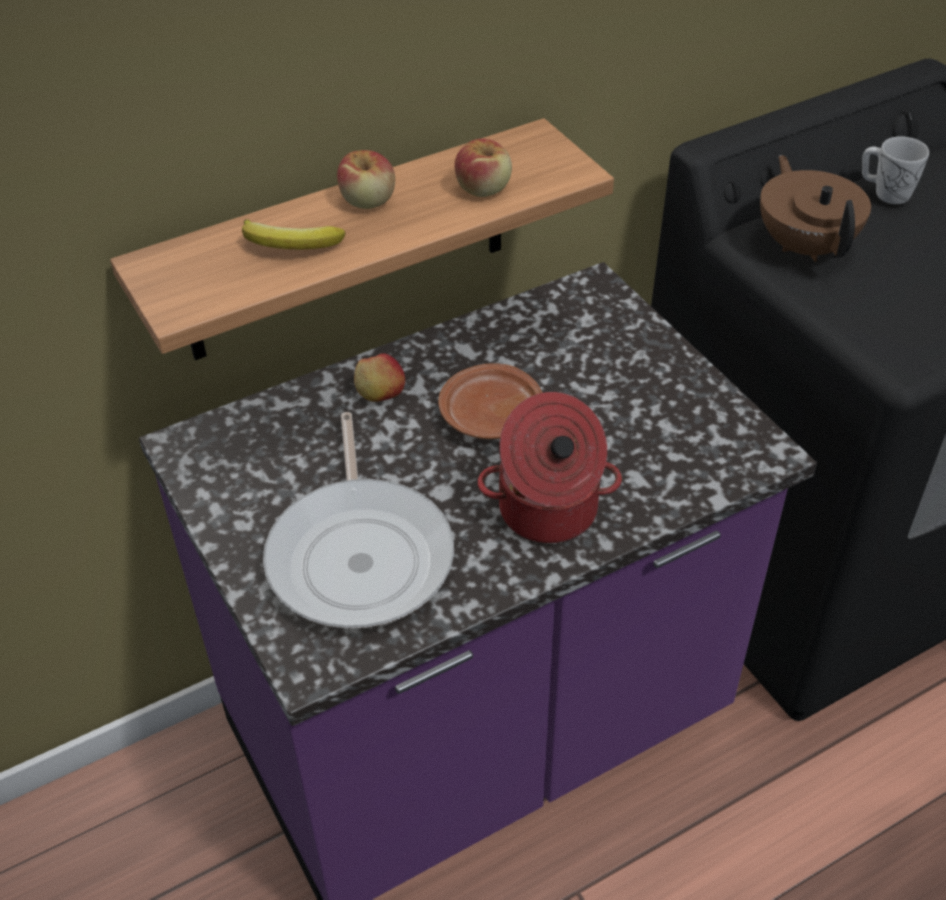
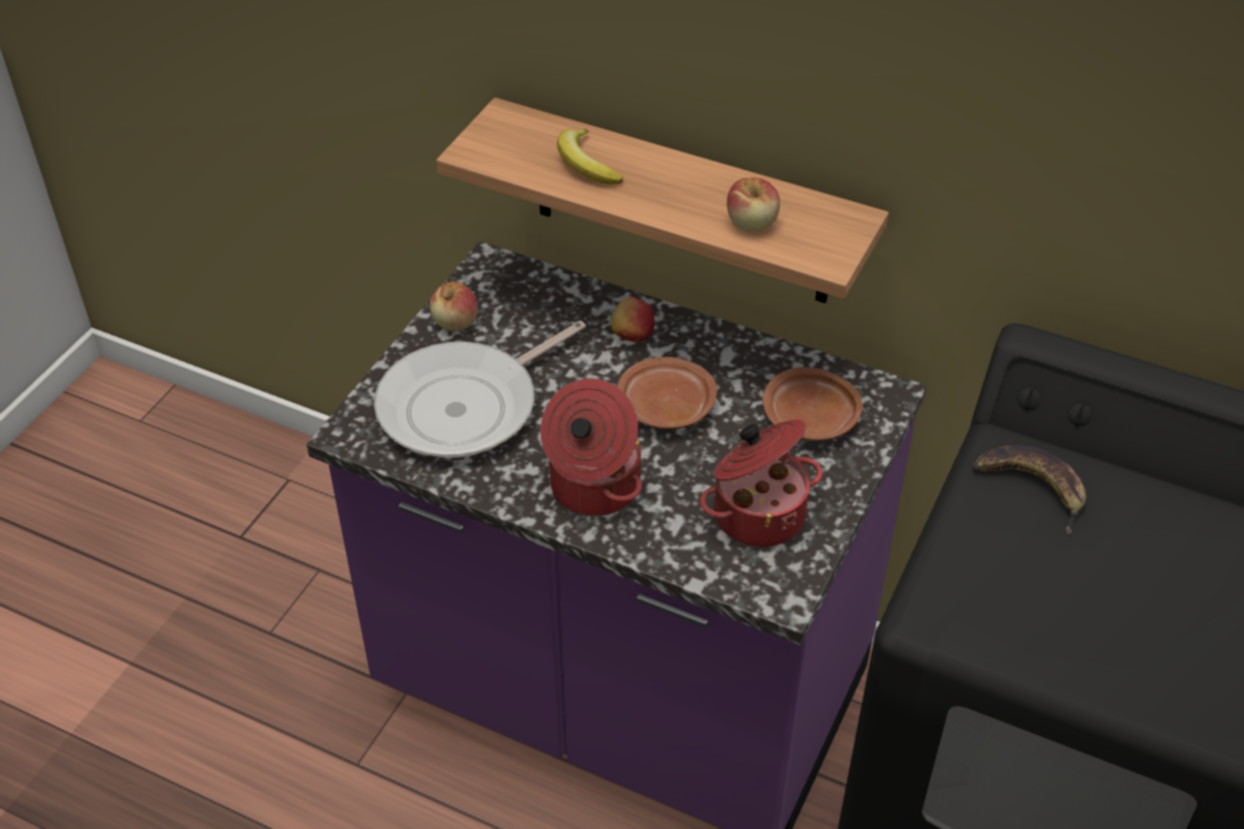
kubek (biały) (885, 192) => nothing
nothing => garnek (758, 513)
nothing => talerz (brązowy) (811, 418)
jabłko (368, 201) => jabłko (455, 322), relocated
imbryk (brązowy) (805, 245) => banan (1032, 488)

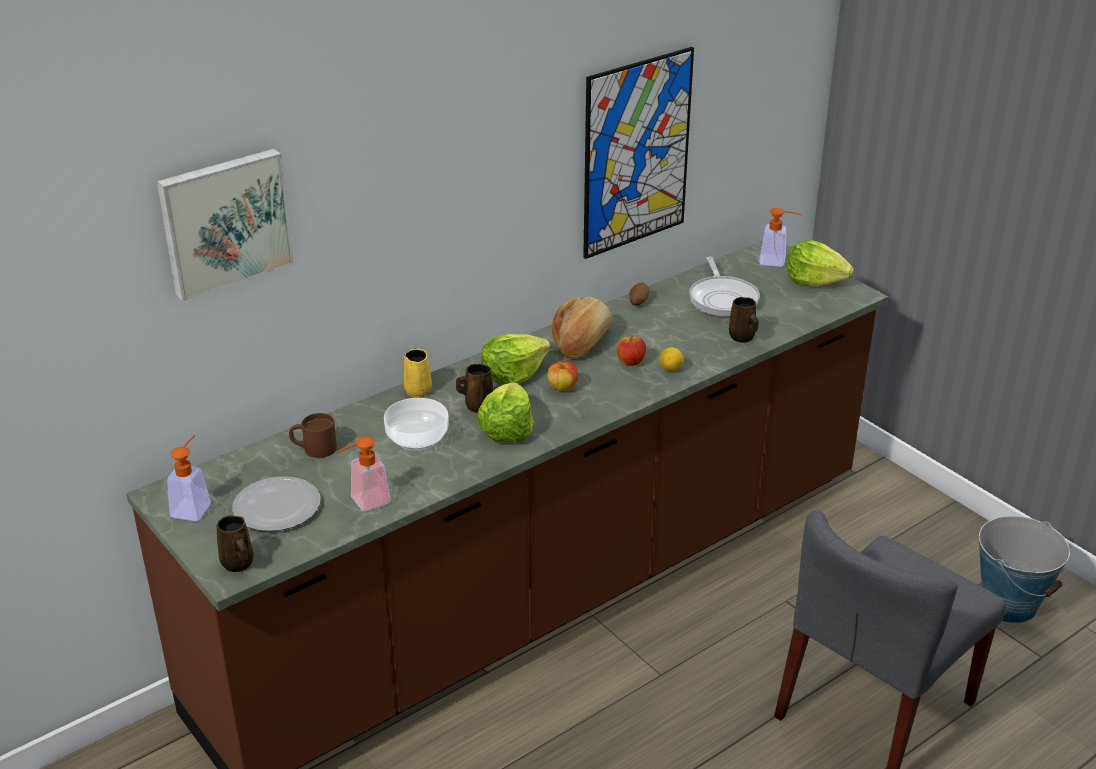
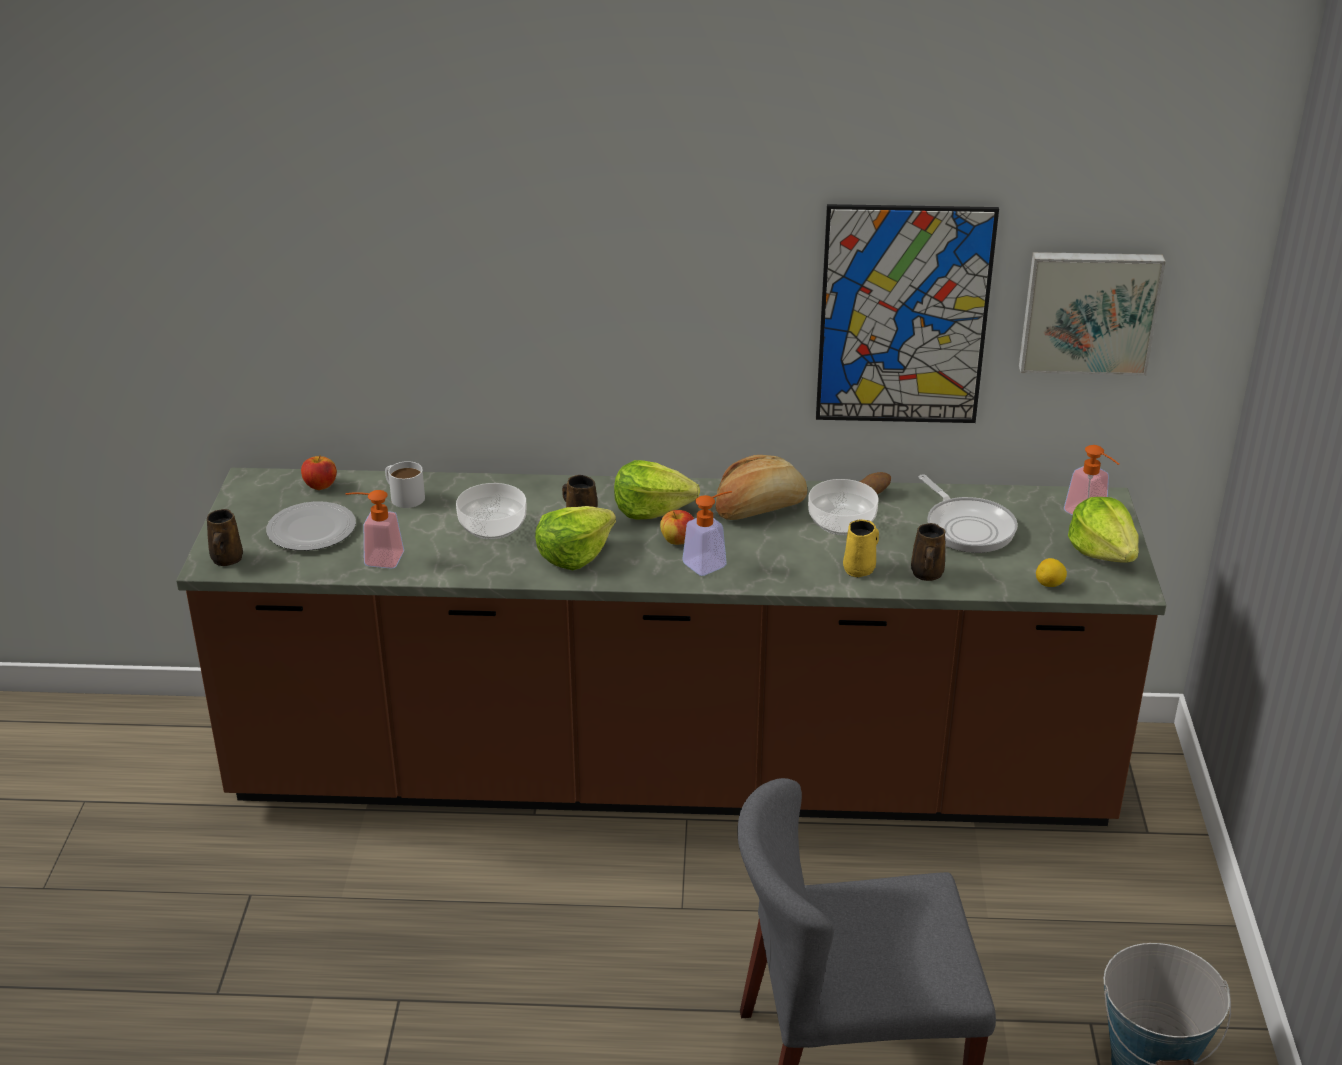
nothing => miska (842, 522)
obraz (224, 221) => obraz (1089, 311), relocated
dozownik mydła (194, 506) => dozownik mydła (710, 562), relocated
kubek (żółty) (418, 390) => kubek (żółty) (860, 569), relocated
jabłko (631, 362) => jabłko (320, 486), relocated
cytryna (671, 369) => cytryna (1049, 585), relocated
kubek (brązowy) (313, 448) => kubek (biały) (403, 496)
patelnia (723, 298) => patelnia (967, 527), 60 degrees counterclockwise

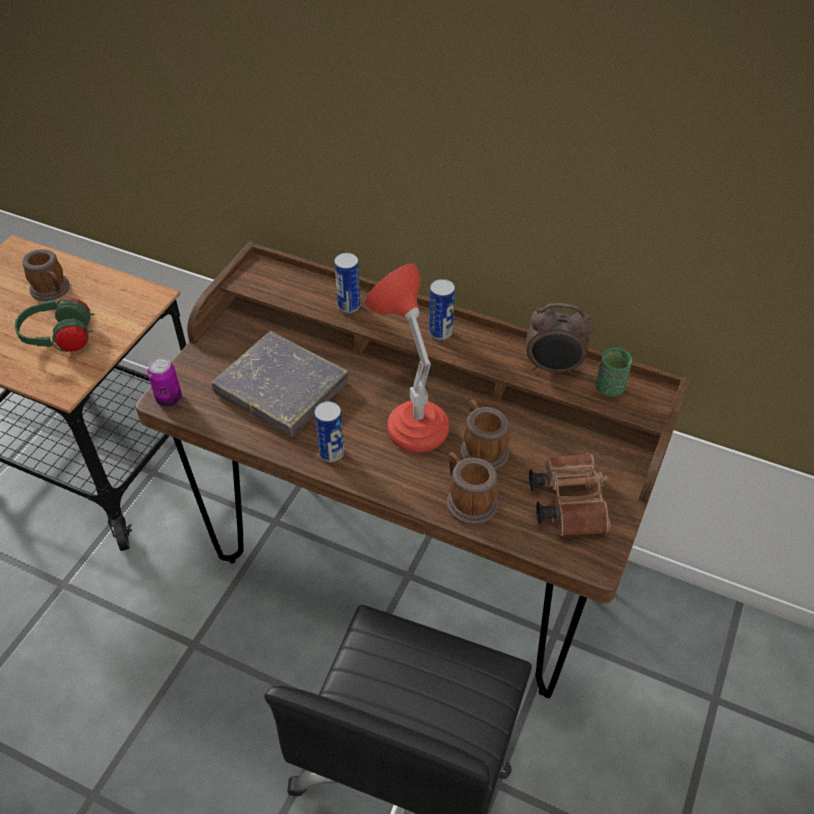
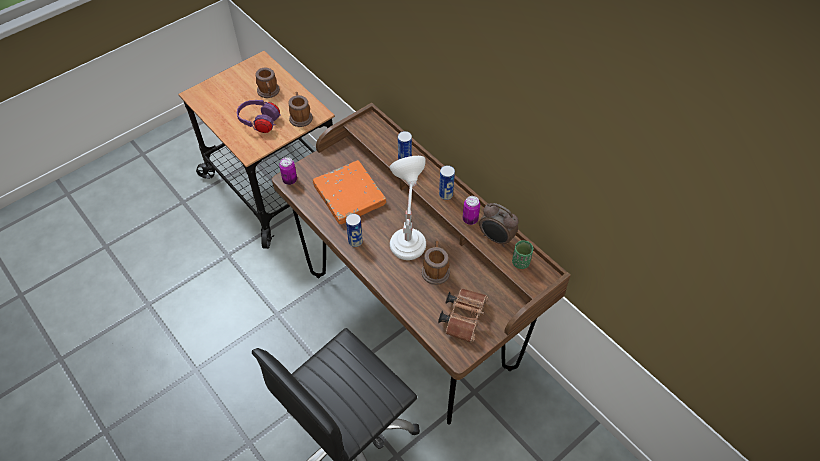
nothing => puszka (470, 219)
kubek (467, 500) => kubek (300, 117), relocated
słuchawki (zielony) (61, 339) => słuchawki (fioletowy) (260, 123)
książka (szary) (281, 388) => książka (pomarańczowy) (349, 195)
lampa stołowa (czerwony) (410, 417) => lampa stołowa (biały) (408, 236)

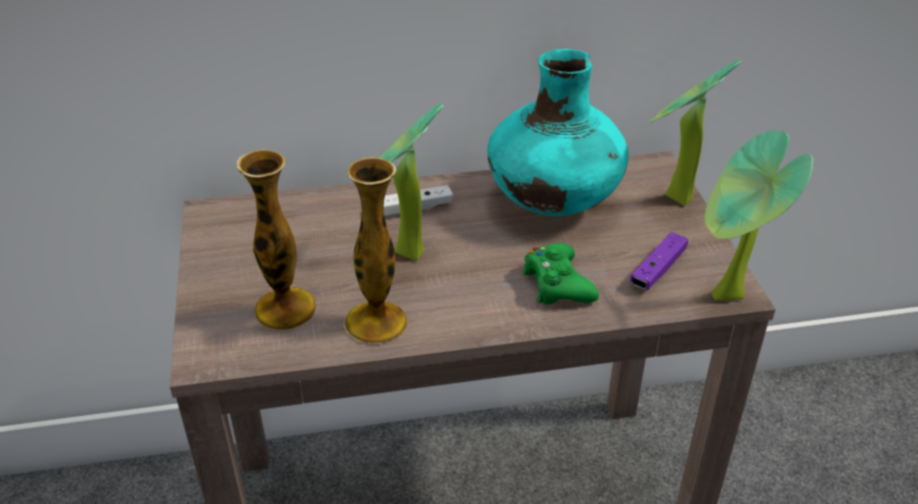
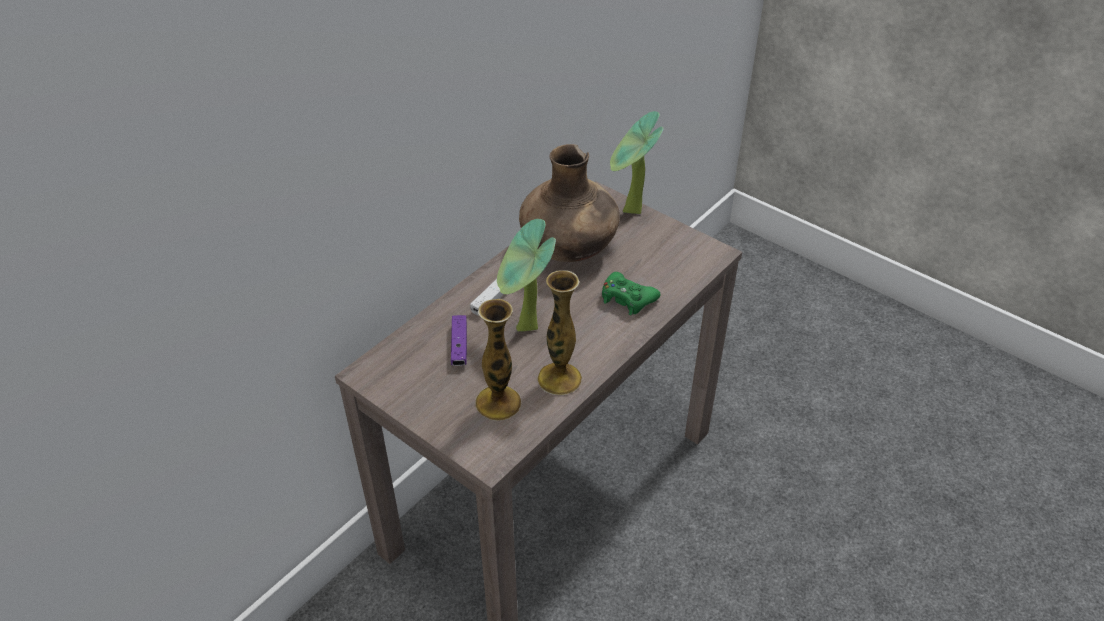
roślina doniczkowa (726, 300) => nothing
pad do gier (fioletowy) (658, 270) => pad do gier (fioletowy) (459, 346), relocated
wazon (turkusowy) (553, 203) => wazon (brązowy) (569, 250)

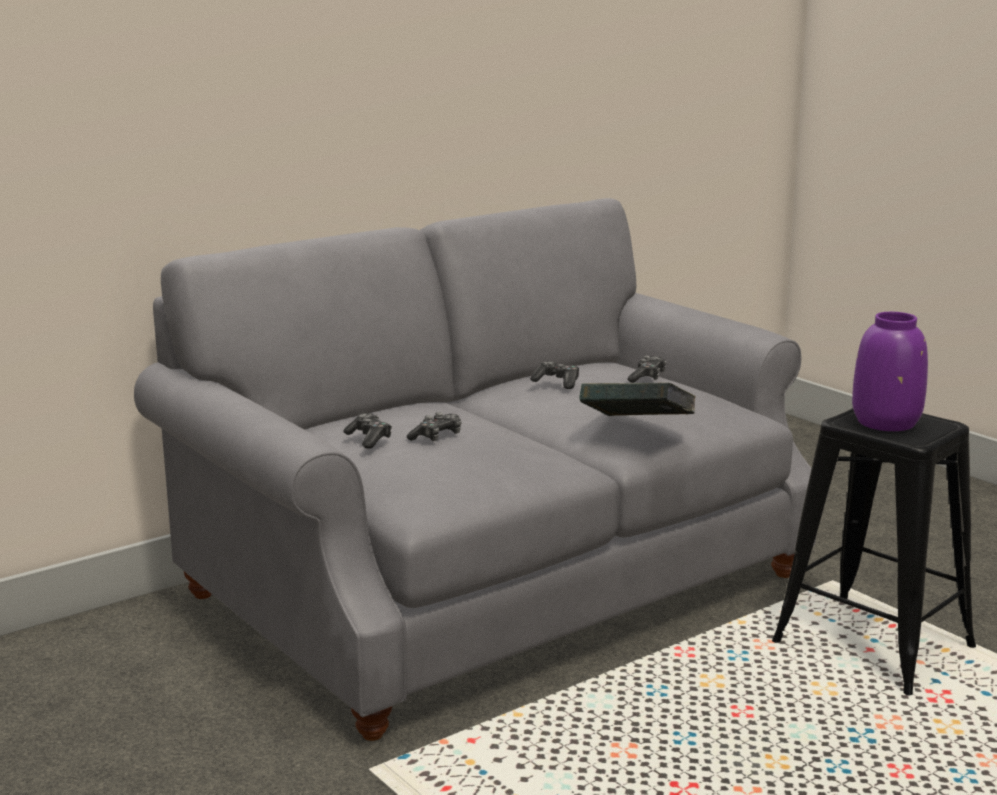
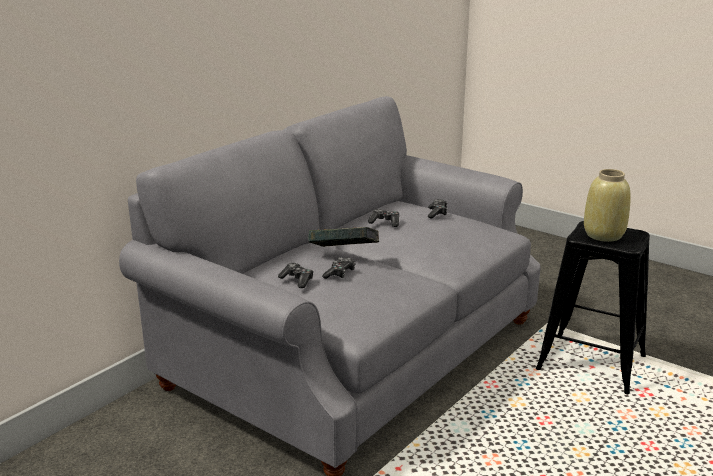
książka (636, 429) => książka (344, 255), relocated
wazon (fioletowy) (885, 423) => wazon (beżowy) (603, 235)

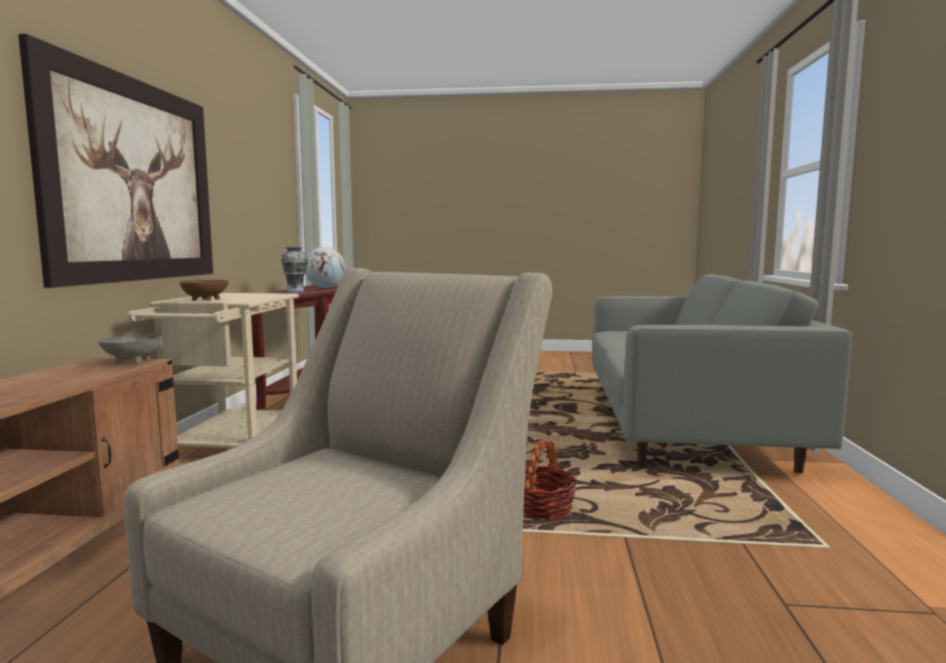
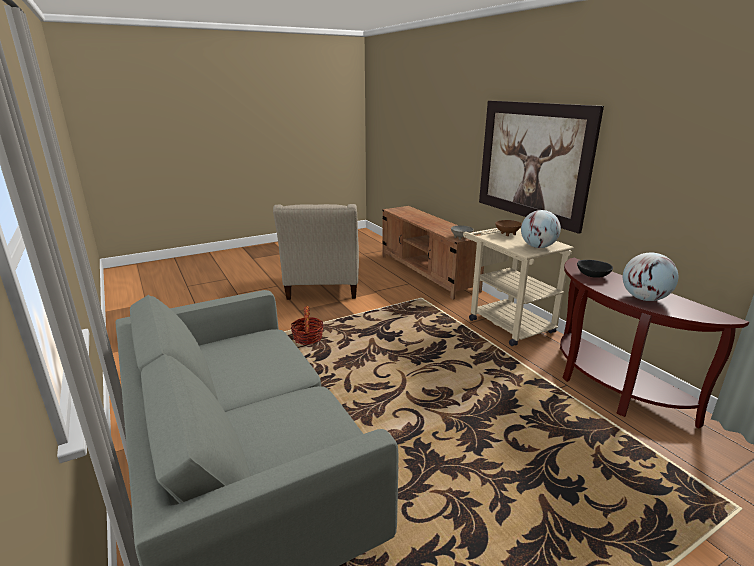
nothing => globus (538, 247)
wazon (295, 292) => miska (czarny) (593, 275)

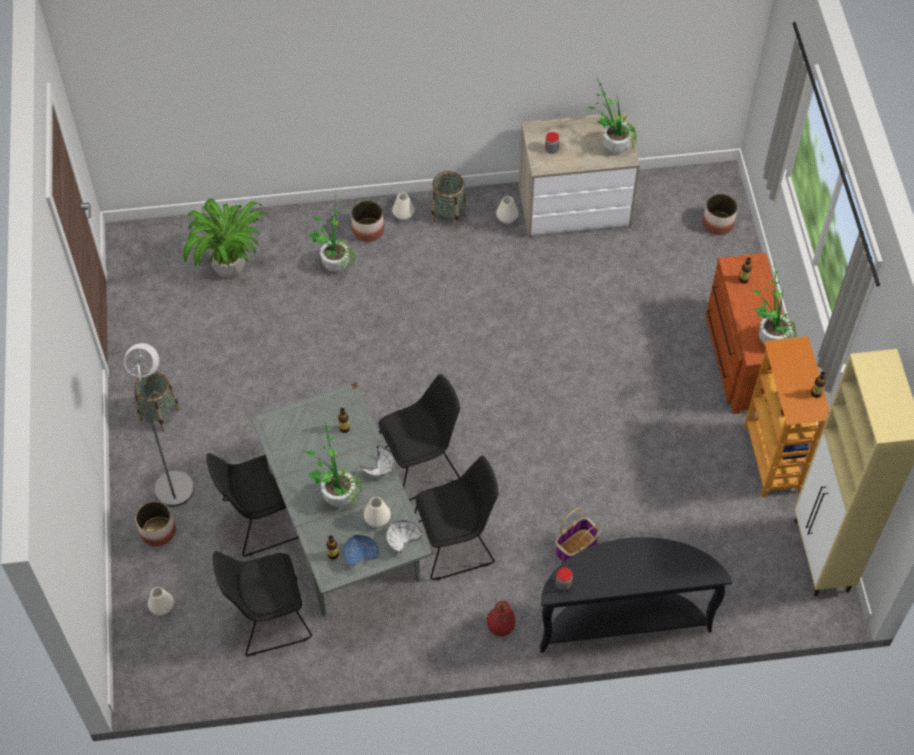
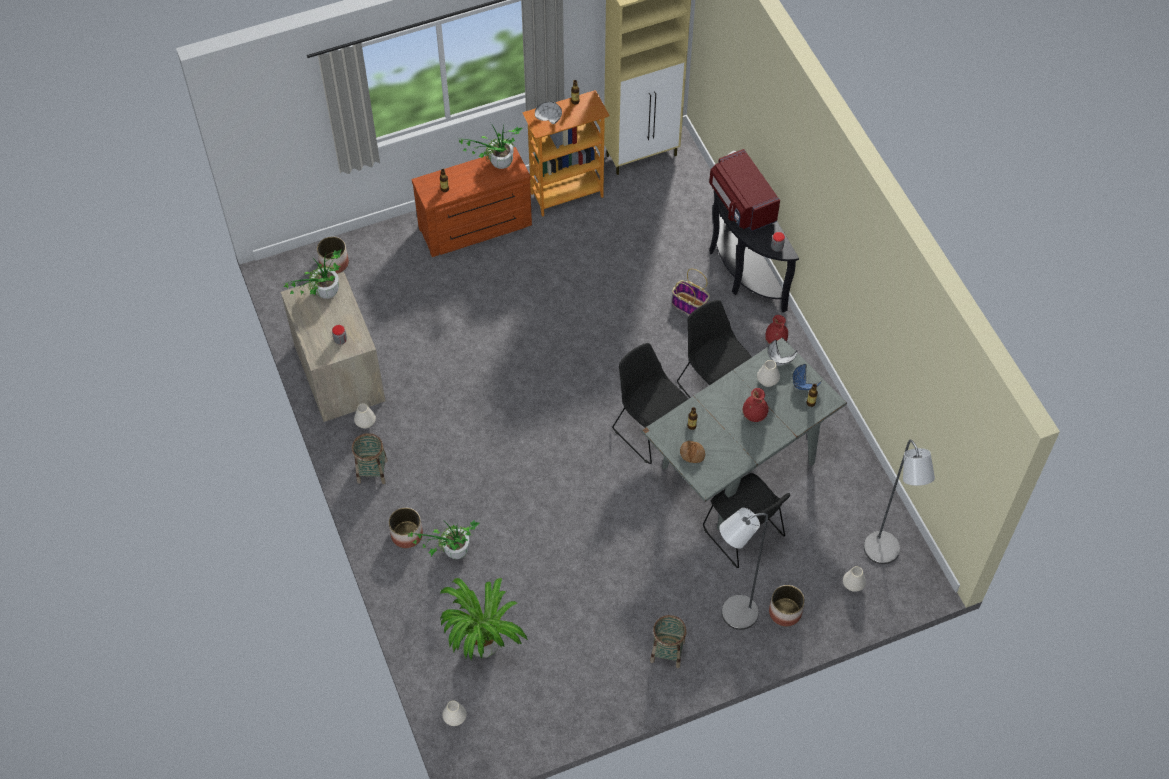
krzesło (czarny) (267, 617) => nothing
nothing => chleb (692, 453)
nothing => mikrofalówka (czerwony) (741, 204)
nothing => lampa stojąca (szary) (883, 554)
miska (biały) (380, 469) => miska (biały) (549, 118), relocated
wazon (biały) (403, 215) => wazon (biały) (455, 718), relocated
roślina doniczkowa (336, 493) => wazon (czerwony) (754, 415)

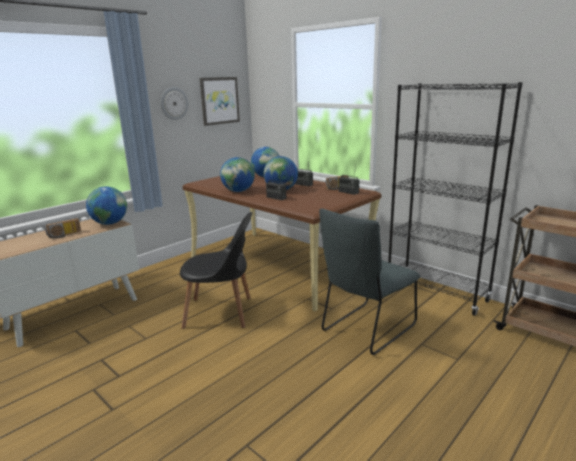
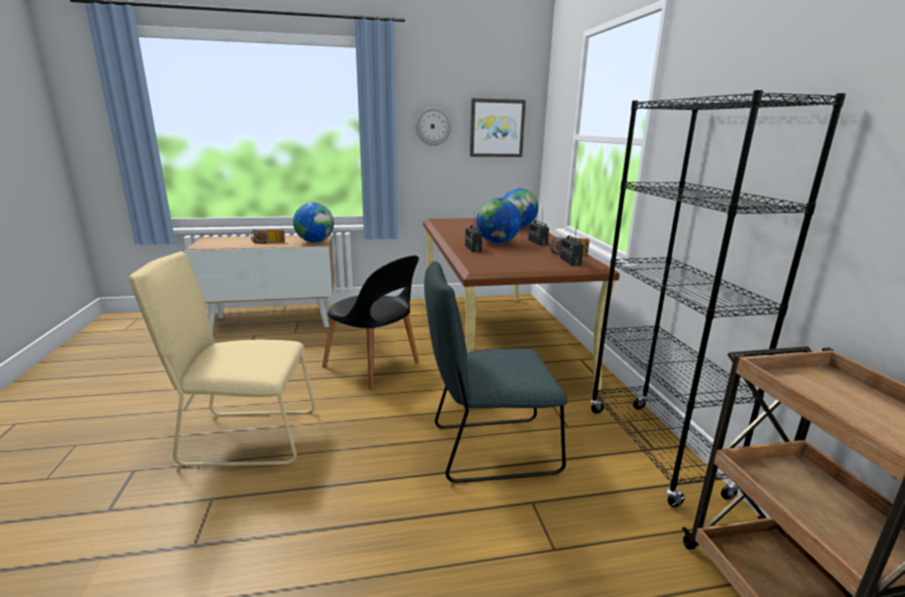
globus (238, 191) => nothing
nothing => krzesło (beżowy) (244, 437)

